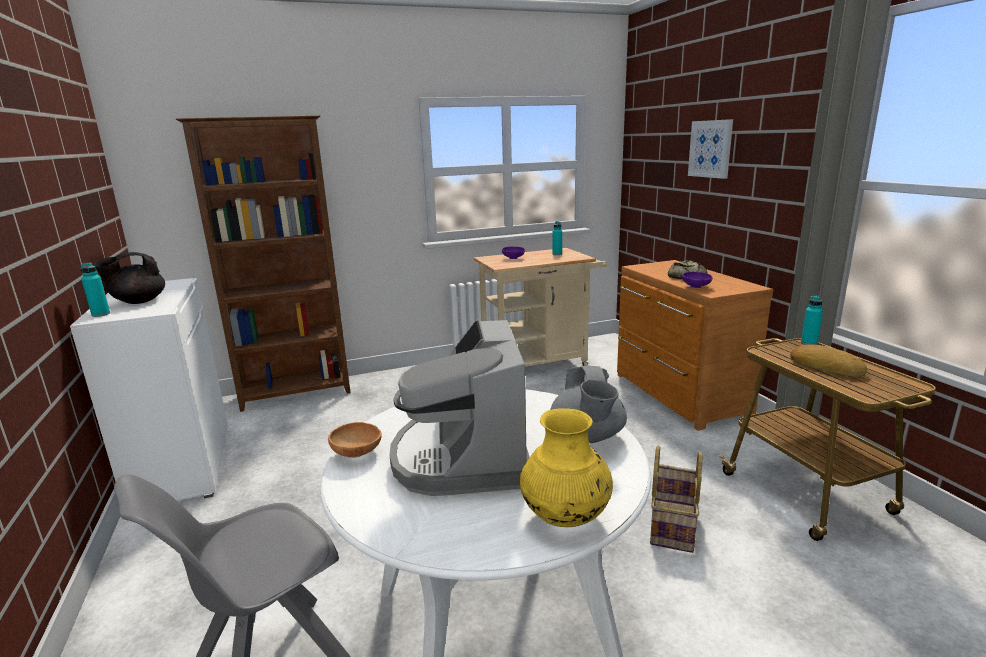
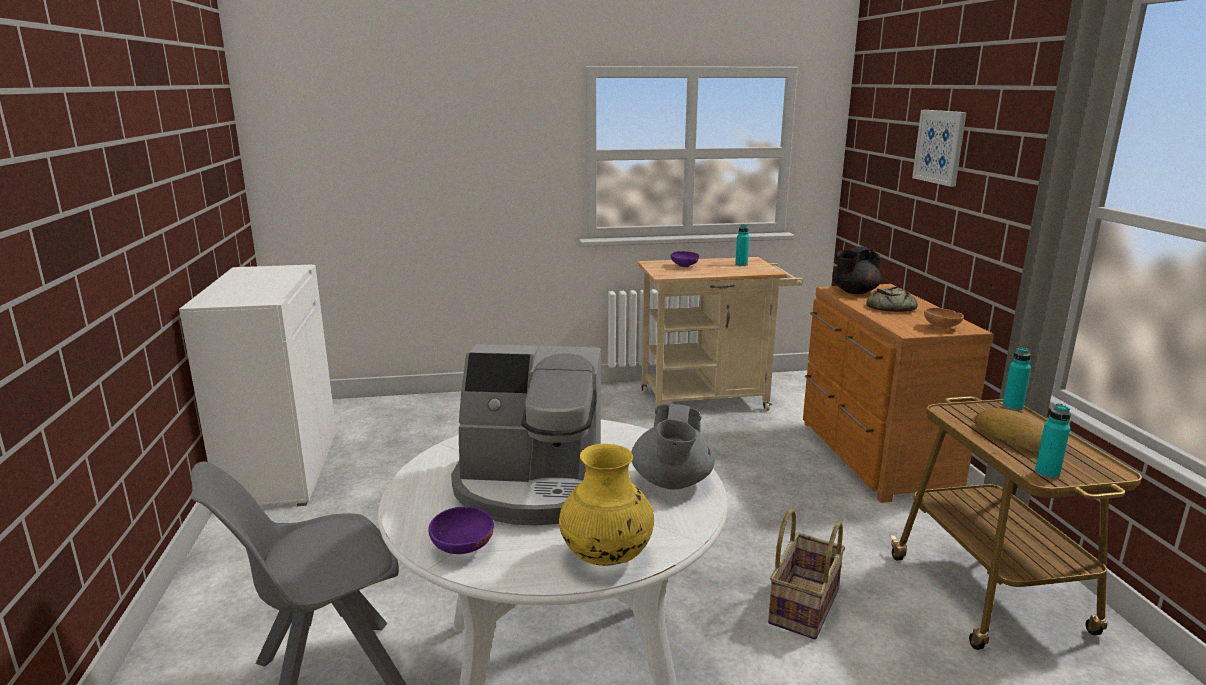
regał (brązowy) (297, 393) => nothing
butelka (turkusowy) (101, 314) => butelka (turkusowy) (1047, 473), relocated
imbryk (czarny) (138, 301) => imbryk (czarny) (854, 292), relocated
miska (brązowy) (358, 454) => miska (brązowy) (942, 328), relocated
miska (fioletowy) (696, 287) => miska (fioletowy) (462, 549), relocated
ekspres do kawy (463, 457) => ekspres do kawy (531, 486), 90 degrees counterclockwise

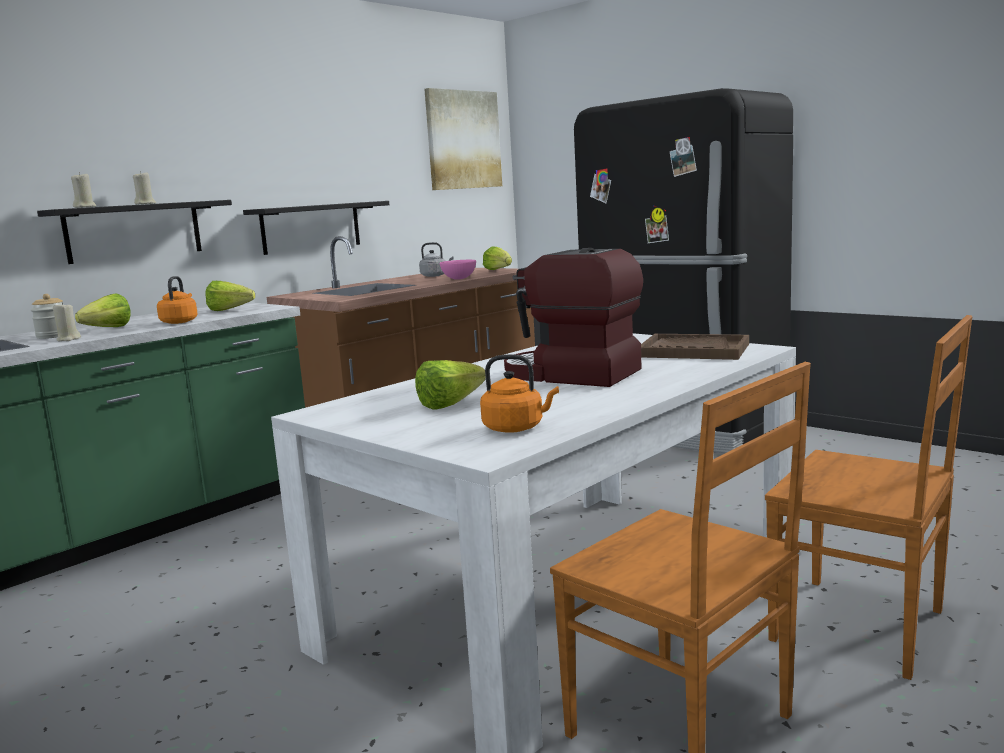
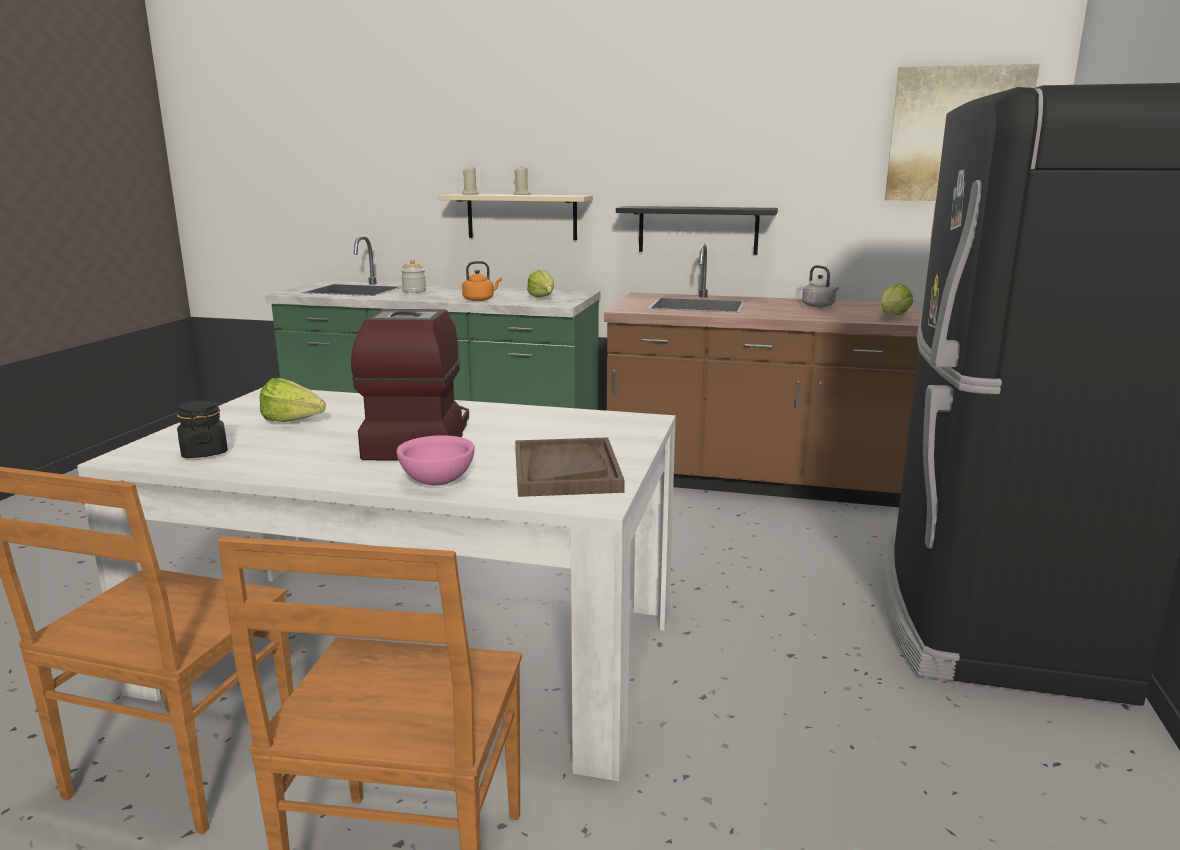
świeca (beżowy) (68, 339) => nothing
sałata (103, 329) => nothing
miska (różowy) (458, 279) => miska (różowy) (436, 482), relocated
czajnik (pomarańczowy) (516, 428) => słoik (czarny) (204, 452)
półka (czarny) (134, 231) => półka (beżowy) (521, 216)

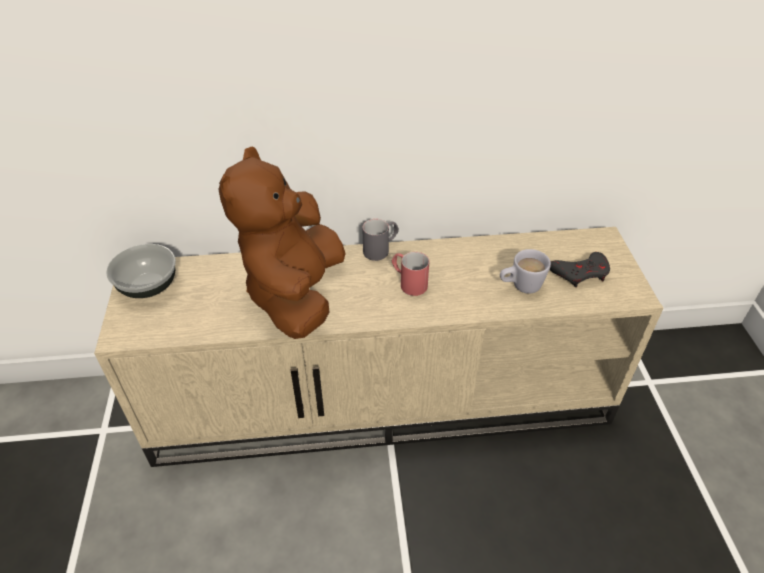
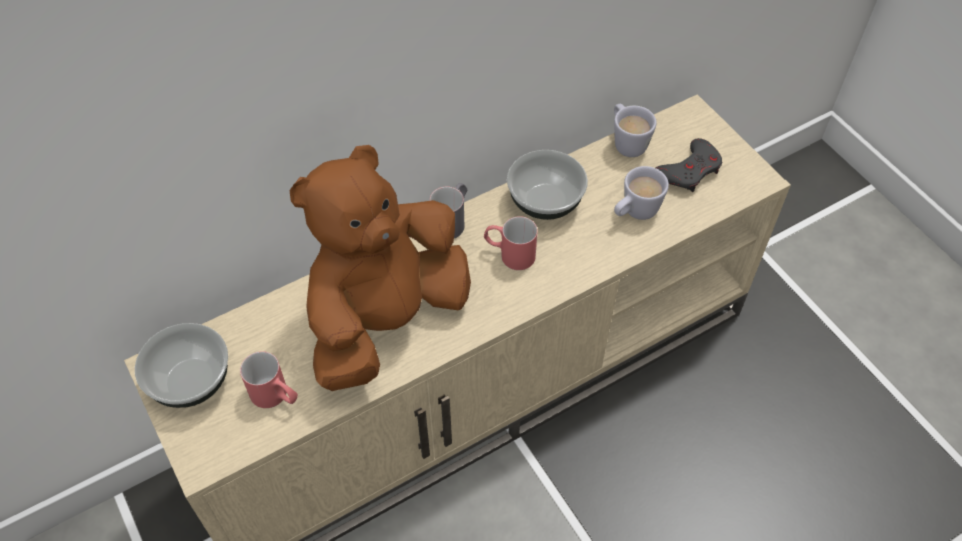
nothing => kubek (czerwony) (276, 397)
nothing => miska (545, 202)
nothing => kubek (biały) (626, 142)
pluszak (brązowy) (295, 293) => pluszak (brązowy) (385, 319), 60 degrees clockwise

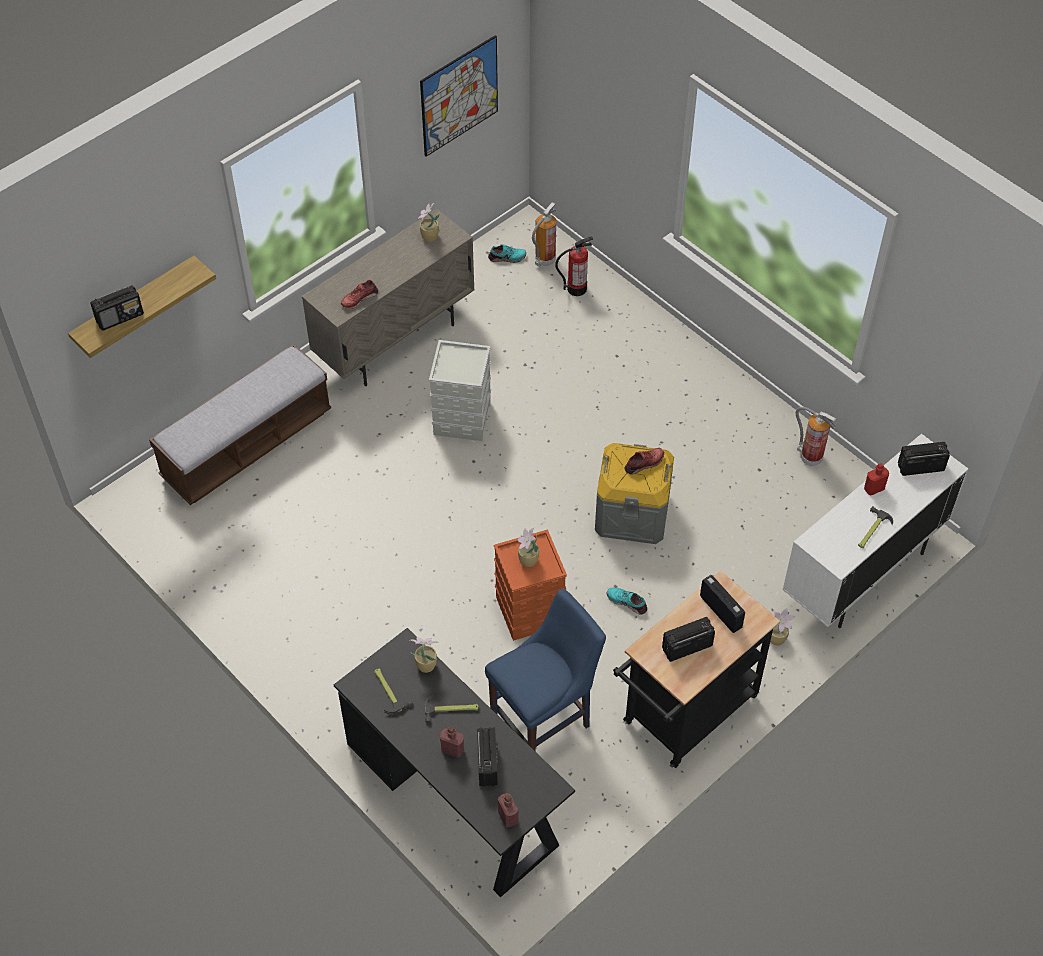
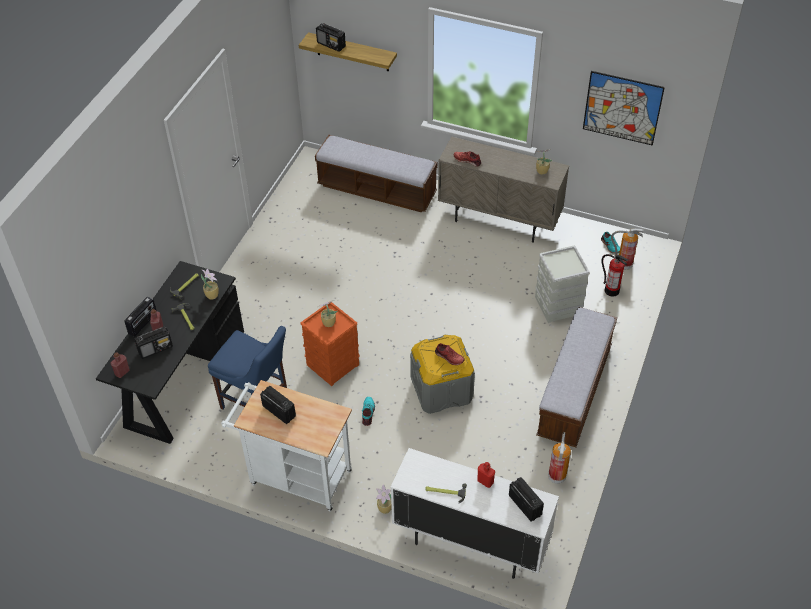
nothing => ławka (574, 392)
pojemnik do przechowywania (szary) (461, 418) => pojemnik do przechowywania (szary) (558, 305), relocated
radio (721, 611) => radio (143, 323), relocated
wózek (czarny) (684, 716) => wózek (biały) (295, 476)

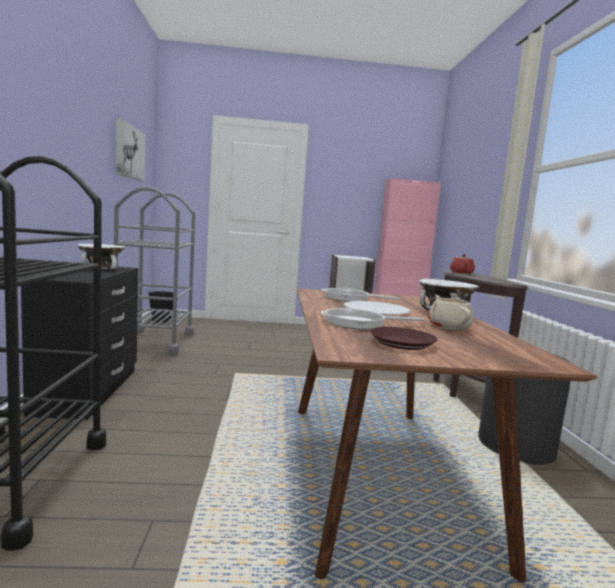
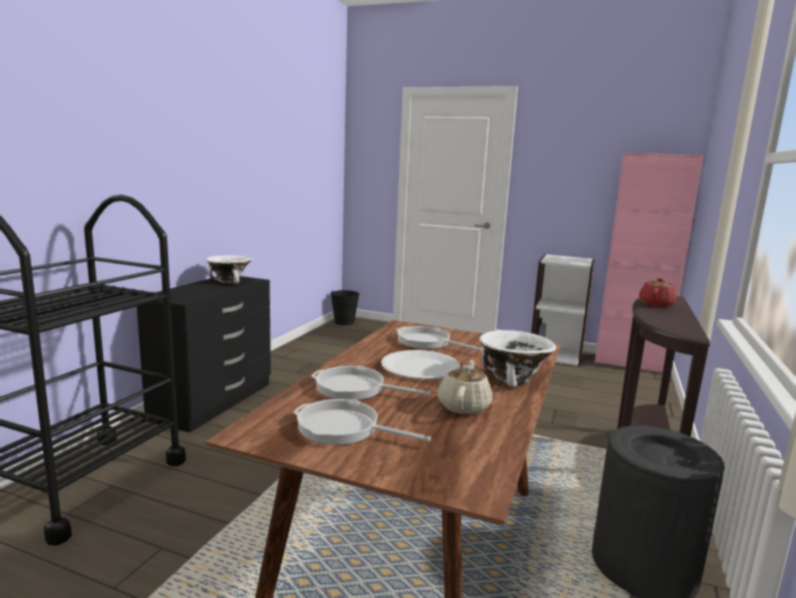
wózek (szary) (154, 341) => nothing
obraz (129, 152) => nothing
talerz (brązowy) (403, 343) => patelnia (343, 428)

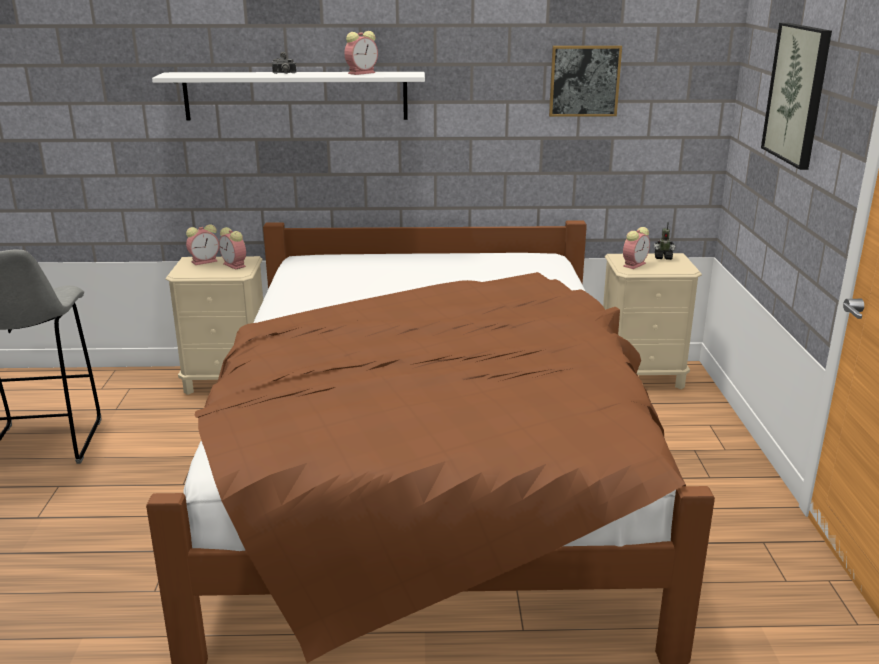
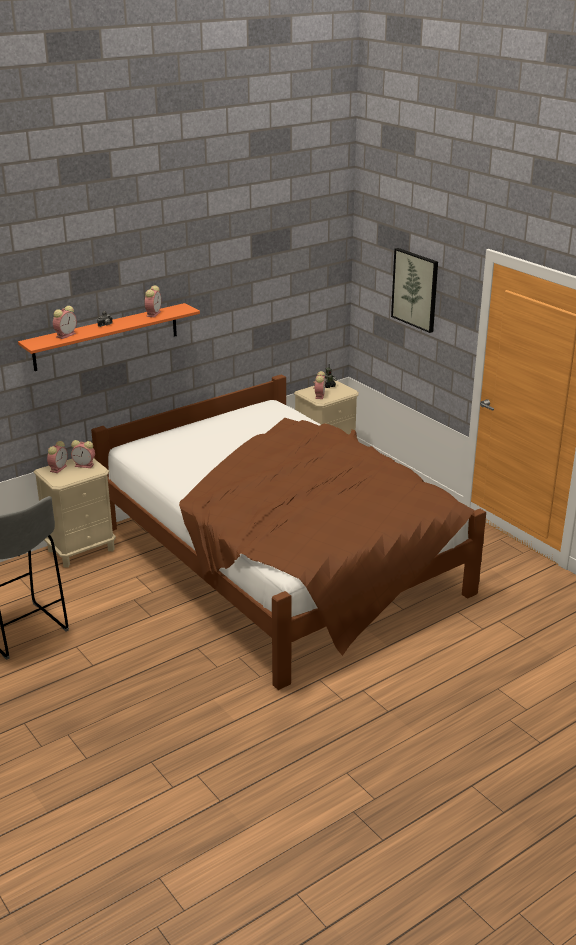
obraz (584, 81) => nothing
nothing => budzik (66, 335)
półka (biały) (296, 96) => półka (pomarańczowy) (106, 337)

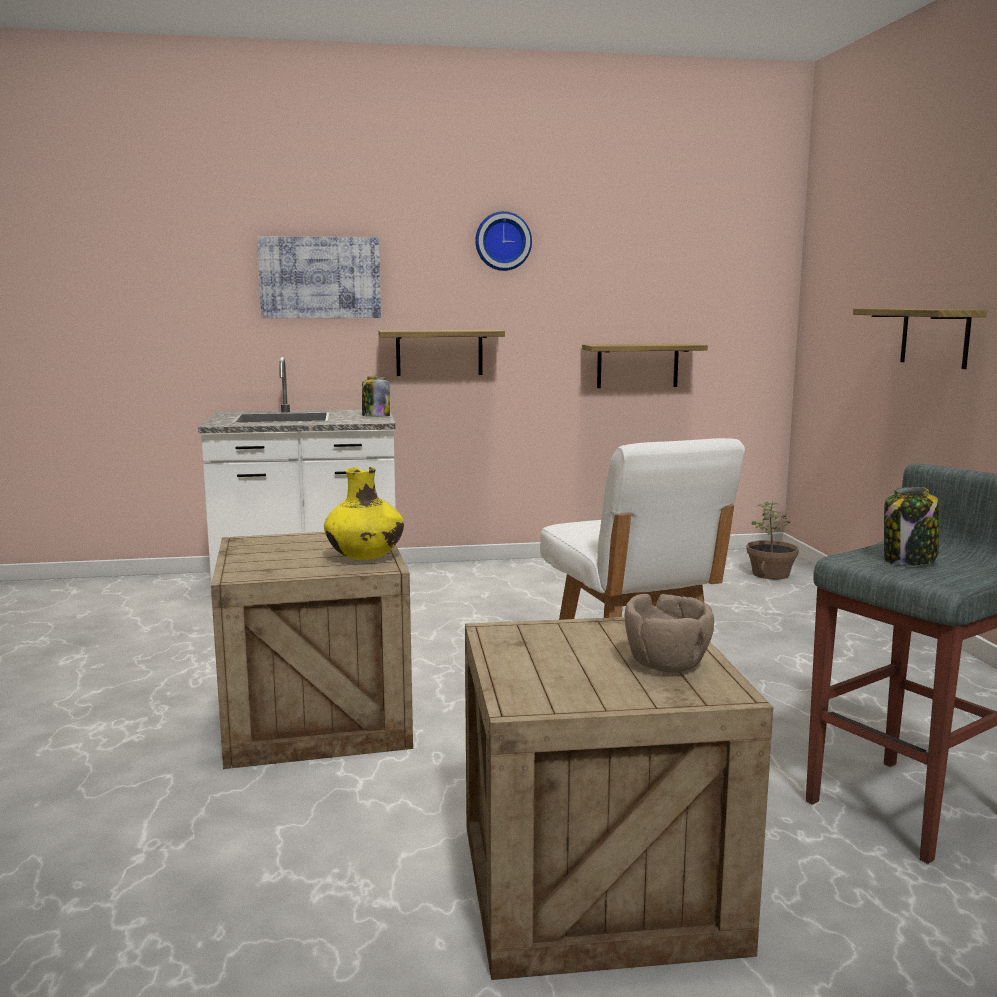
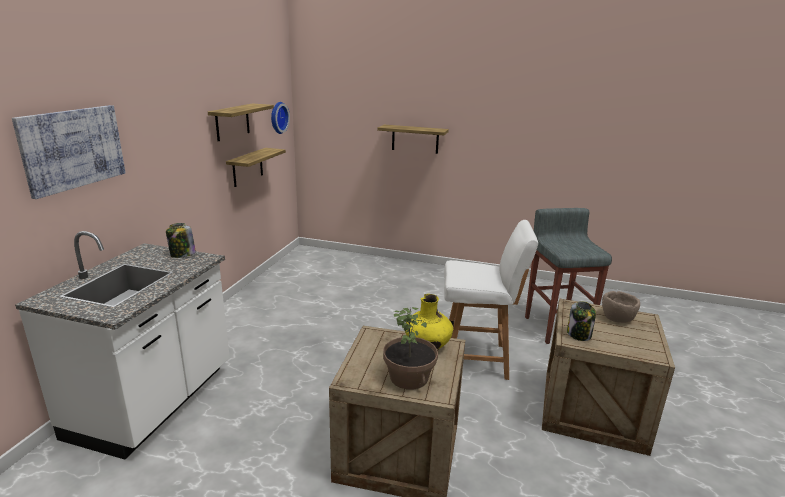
półka (439, 352) => półka (232, 122), relocated
zegar ścienny (502, 241) => zegar ścienny (277, 117), relocated
roślina doniczkowa (771, 574) => roślina doniczkowa (409, 377), relocated
słoik (909, 560) => słoik (579, 334), relocated

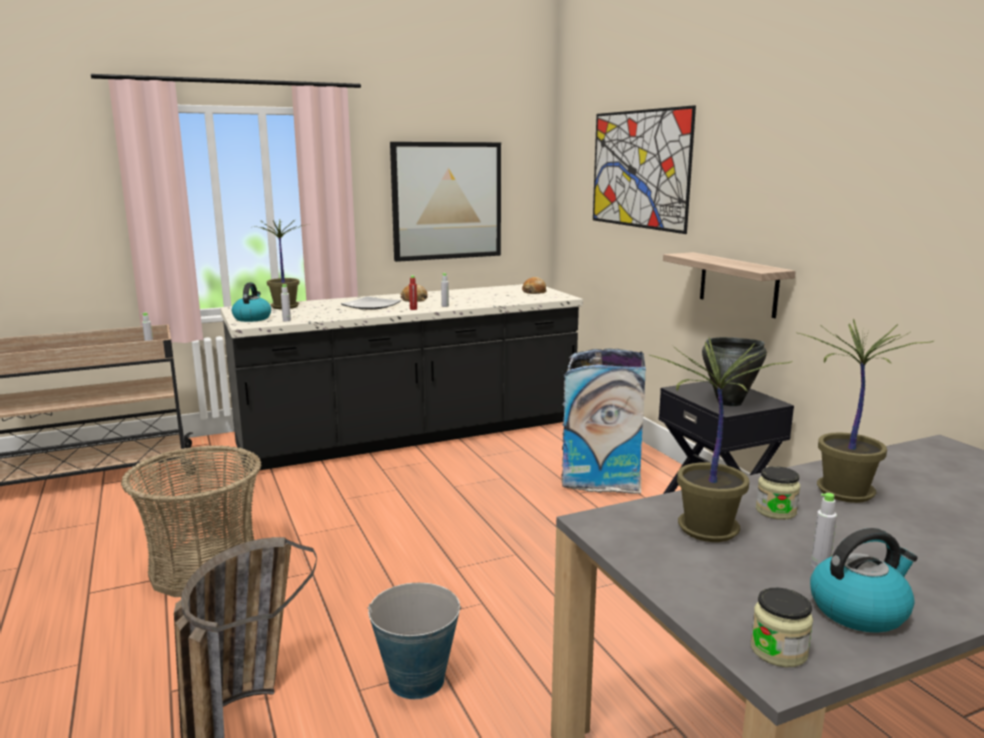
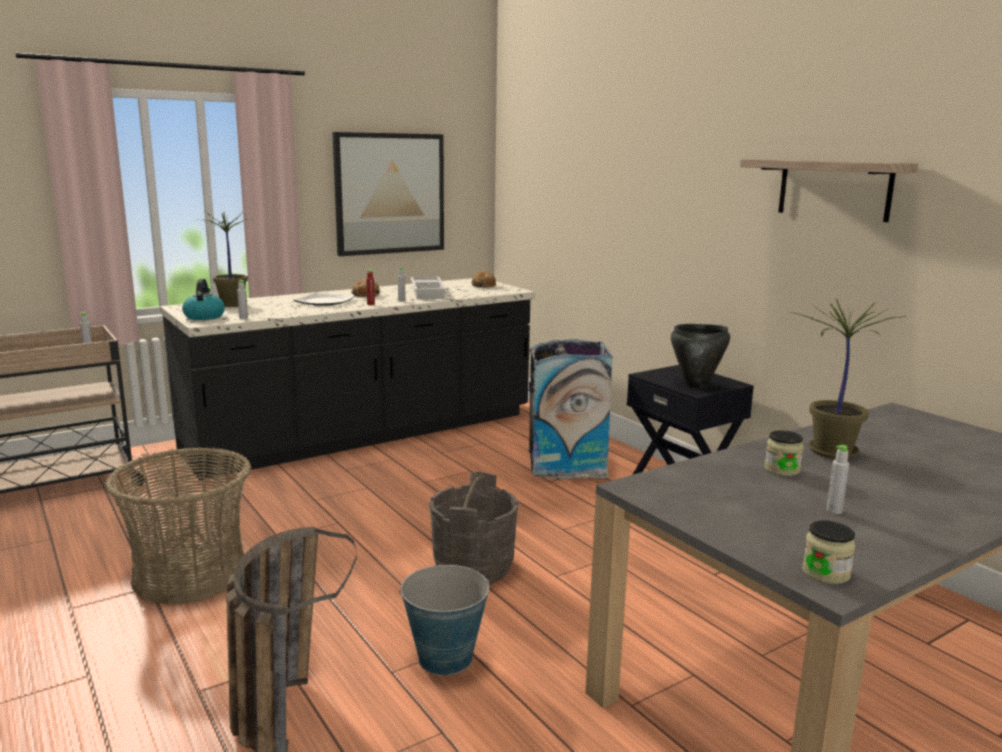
obraz (639, 169) => nothing
roślina doniczkowa (707, 531) => nothing
czajnik (859, 610) => nothing
nothing => taca (biały) (429, 292)
nothing => wiadro (szary) (473, 567)
półka (738, 284) => półka (834, 189), relocated

